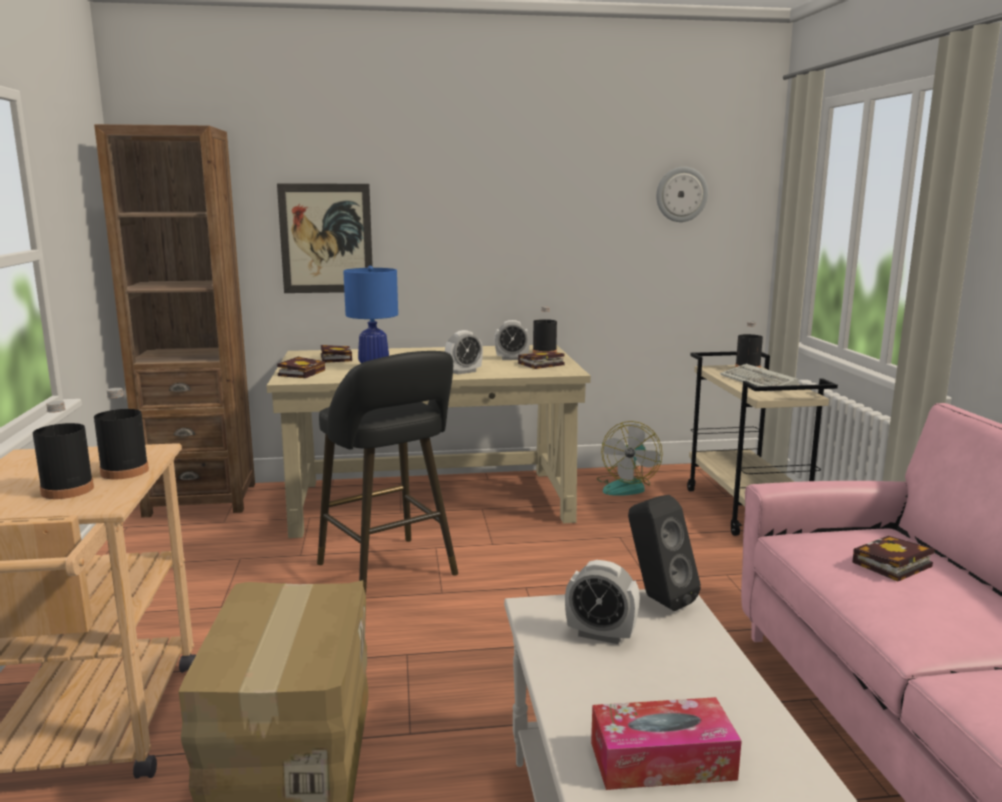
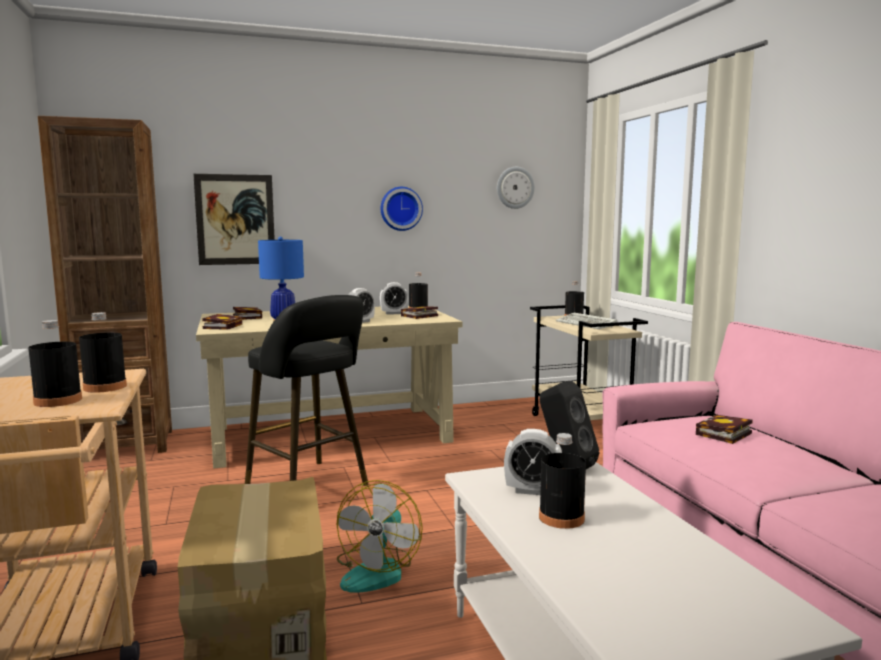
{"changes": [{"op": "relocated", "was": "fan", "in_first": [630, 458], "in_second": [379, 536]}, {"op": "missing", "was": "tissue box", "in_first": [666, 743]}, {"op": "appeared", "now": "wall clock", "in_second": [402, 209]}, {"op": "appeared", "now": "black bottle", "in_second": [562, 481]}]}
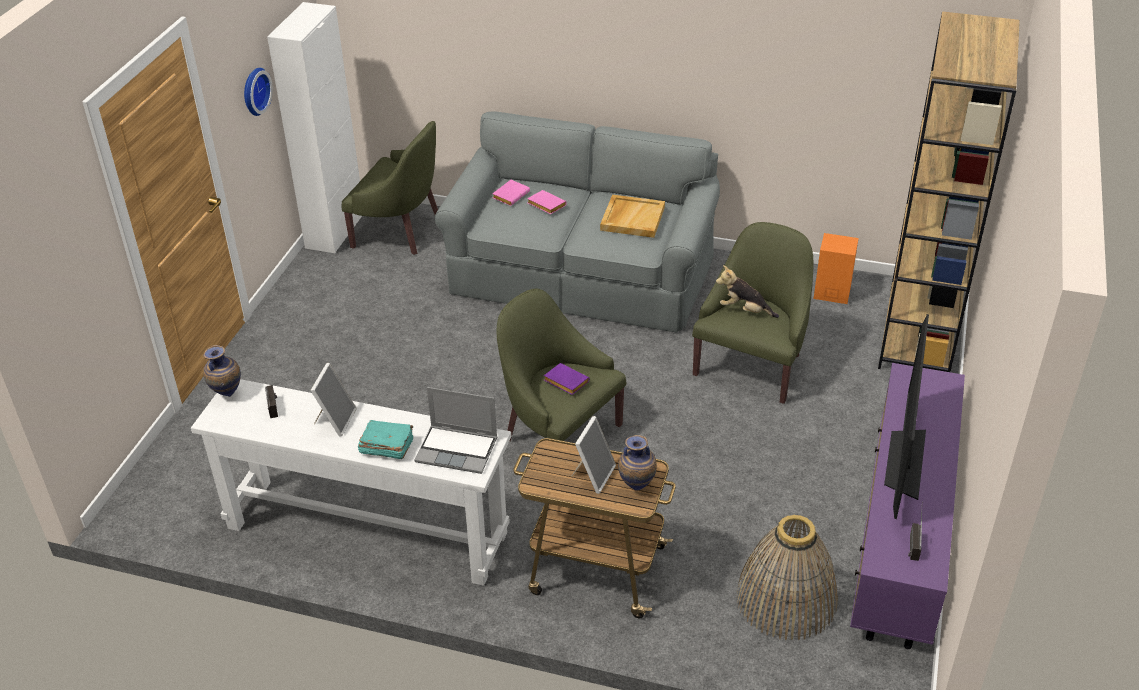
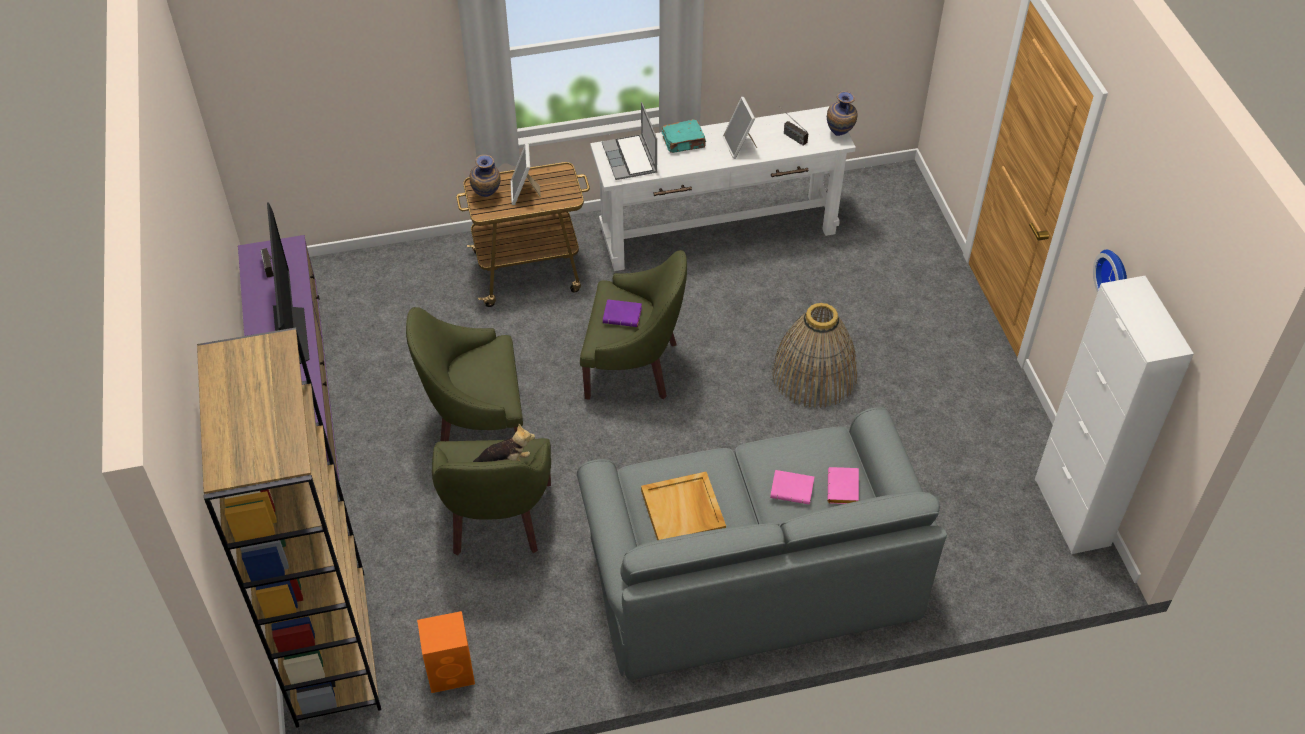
{"changes": [{"op": "relocated", "was": "green armchair", "in_first": [390, 188], "in_second": [464, 374]}, {"op": "spun", "was": "laptop", "in_first": [456, 430], "in_second": [629, 141], "clockwise": -90}, {"op": "relocated", "was": "basket", "in_first": [786, 577], "in_second": [814, 355]}]}
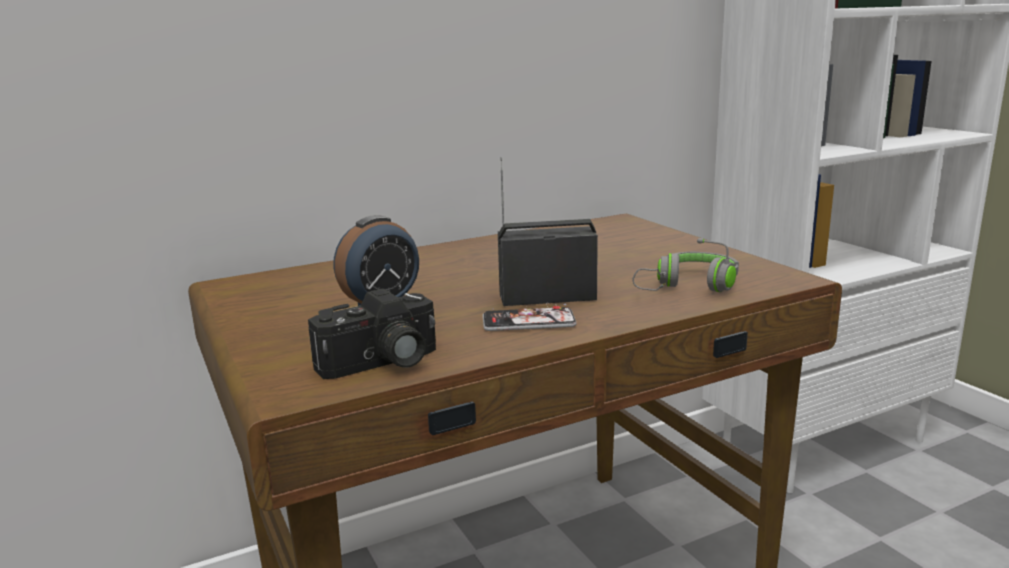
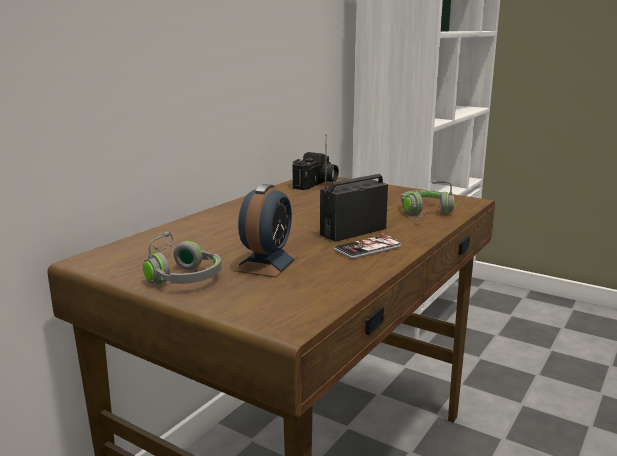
{"changes": [{"op": "relocated", "was": "photo camera", "in_first": [372, 334], "in_second": [315, 171]}, {"op": "appeared", "now": "grey headphones", "in_second": [182, 257]}]}
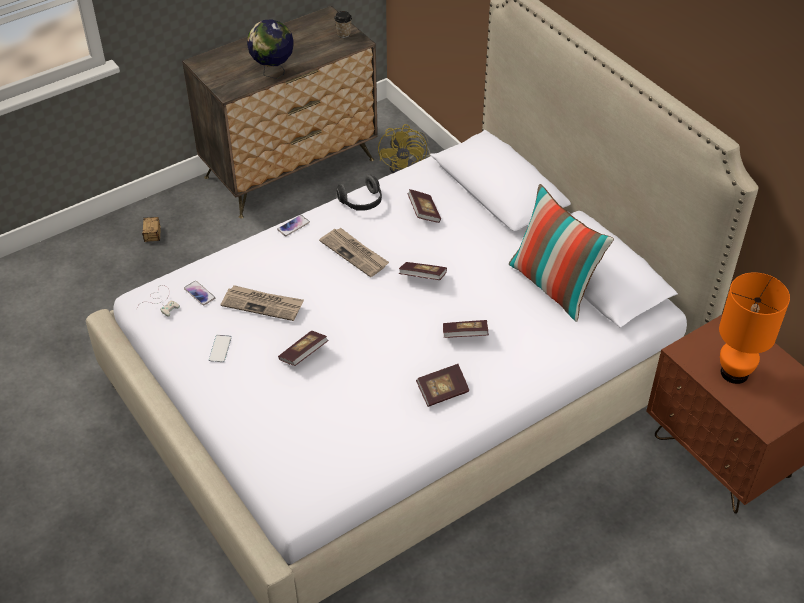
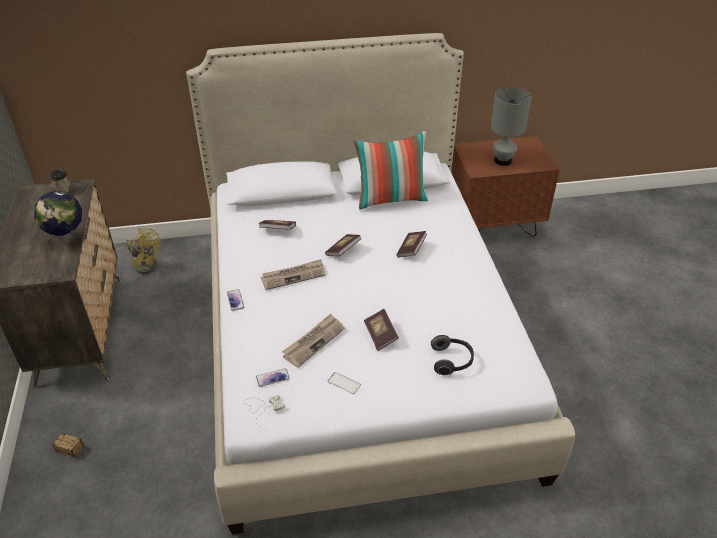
{"changes": [{"op": "relocated", "was": "headphones", "in_first": [359, 192], "in_second": [452, 355]}, {"op": "colour", "was": "orange table lamp", "now": "grey table lamp", "in_first": [754, 328], "in_second": [511, 126]}, {"op": "missing", "was": "book", "in_first": [442, 385]}]}
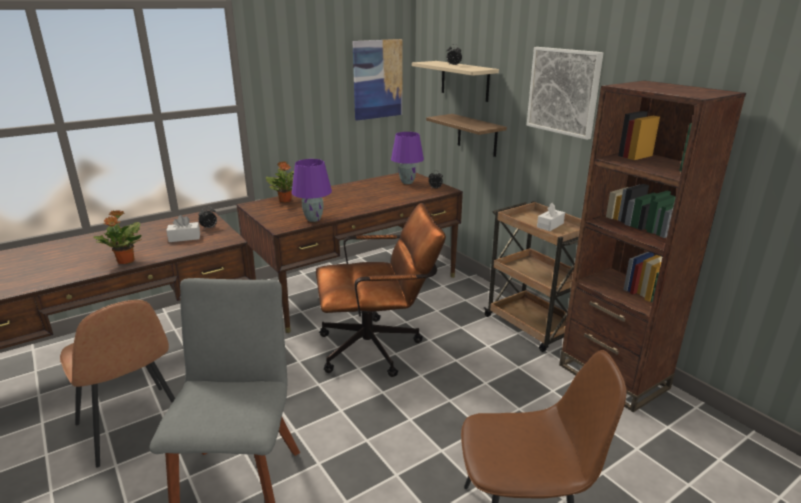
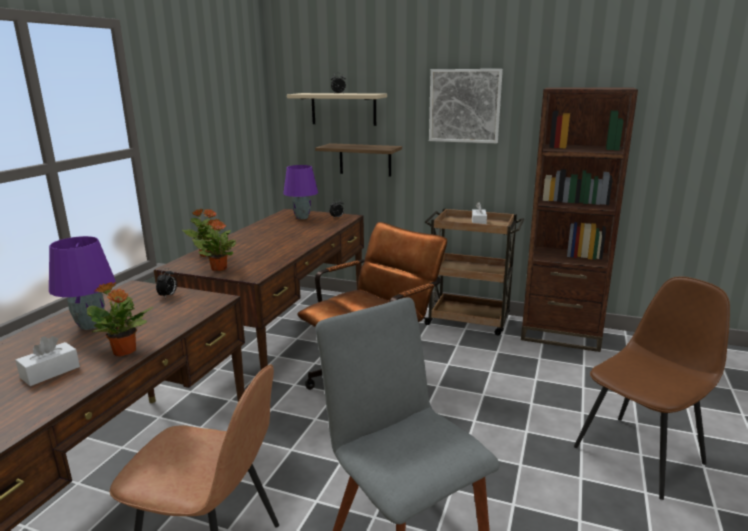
{"changes": [{"op": "missing", "was": "picture", "in_first": [377, 80]}, {"op": "relocated", "was": "purple table lamp", "in_first": [312, 190], "in_second": [82, 283]}, {"op": "relocated", "was": "white tissue box", "in_first": [183, 228], "in_second": [47, 361]}, {"op": "appeared", "now": "potted plant", "in_second": [214, 245]}]}
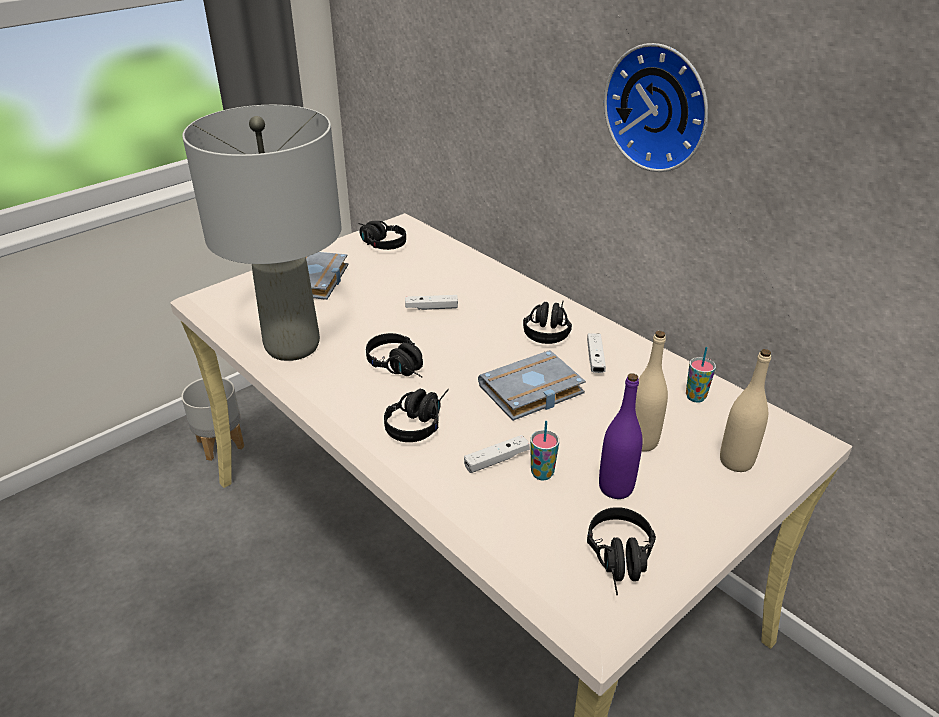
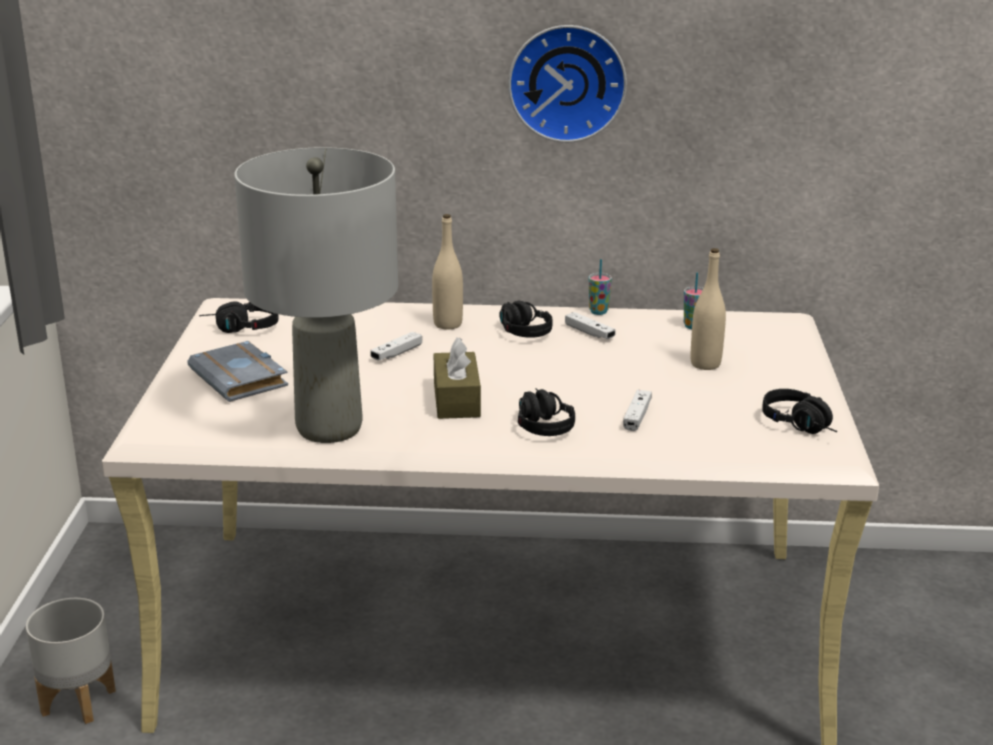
{"changes": [{"op": "exchanged", "was": "black headphones", "now": "brown tissue box", "in_first": [394, 355], "in_second": [457, 378]}, {"op": "relocated", "was": "beige bottle", "in_first": [745, 410], "in_second": [447, 272]}, {"op": "missing", "was": "grey book", "in_first": [532, 385]}, {"op": "missing", "was": "purple bottle", "in_first": [621, 436]}, {"op": "relocated", "was": "cup", "in_first": [544, 450], "in_second": [600, 287]}]}
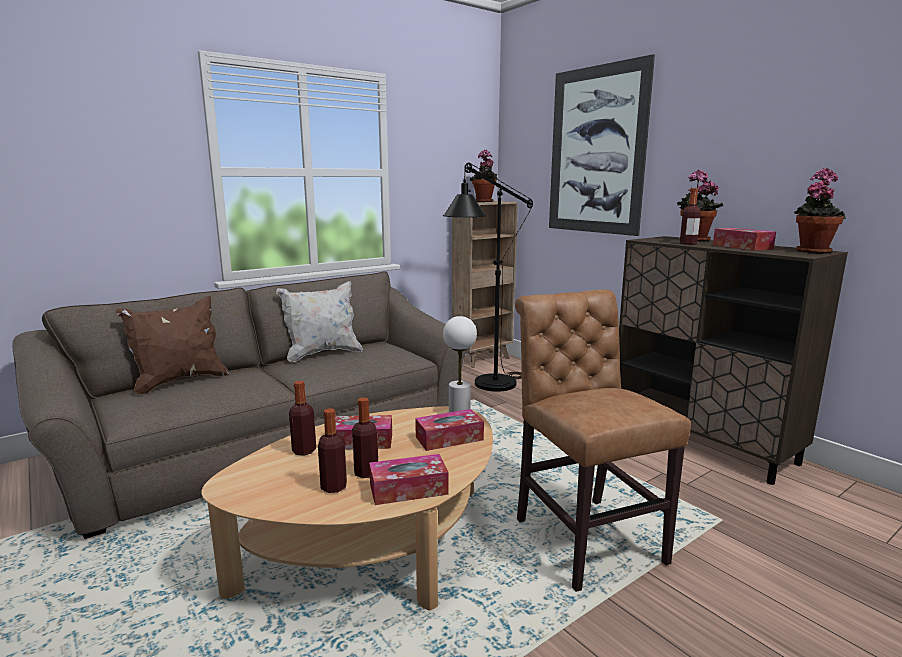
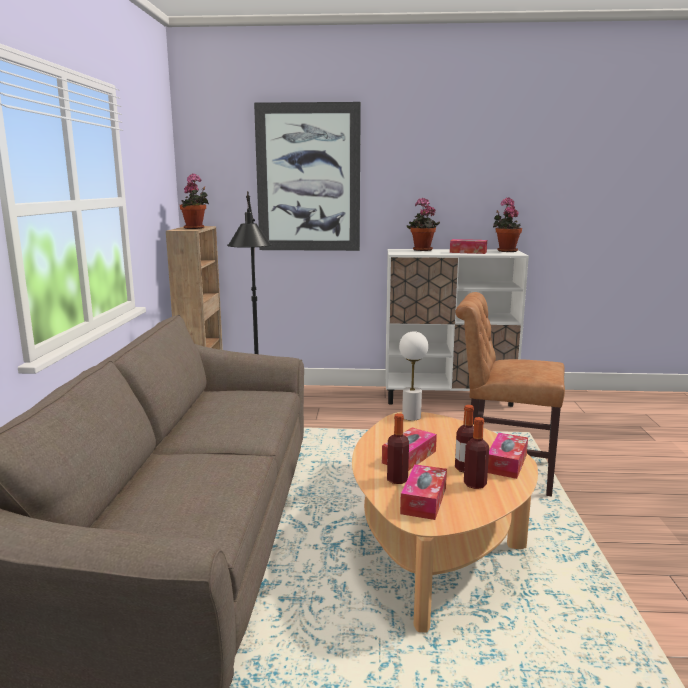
{"changes": [{"op": "missing", "was": "bottle", "in_first": [690, 216]}, {"op": "colour", "was": "brown cabinet", "now": "white cabinet", "in_first": [733, 360], "in_second": [457, 328]}, {"op": "missing", "was": "white pillow", "in_first": [319, 321]}, {"op": "missing", "was": "brown pillow", "in_first": [172, 345]}, {"op": "relocated", "was": "tissue box", "in_first": [449, 430], "in_second": [423, 492]}]}
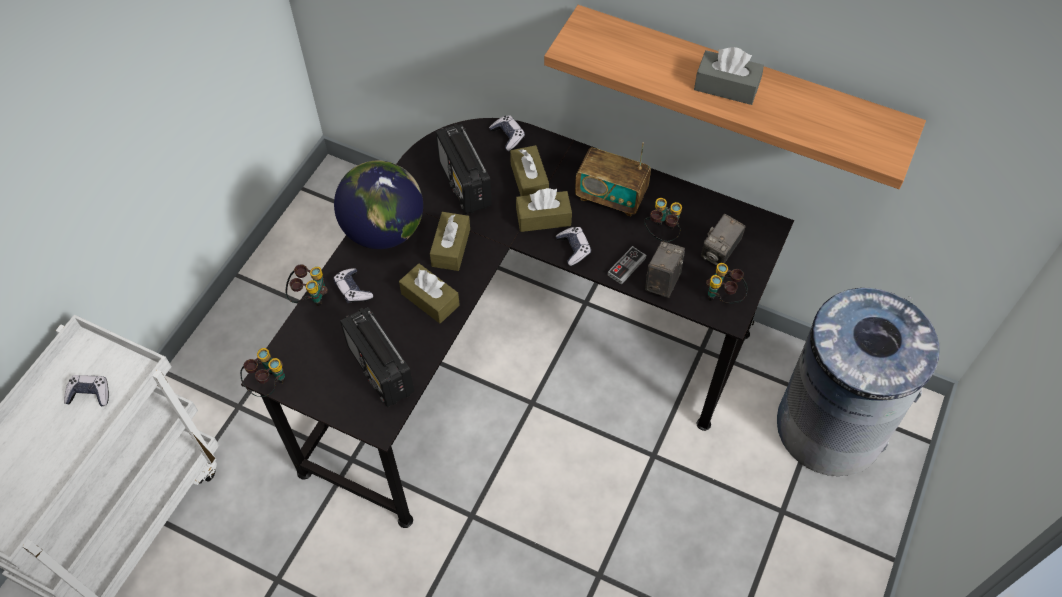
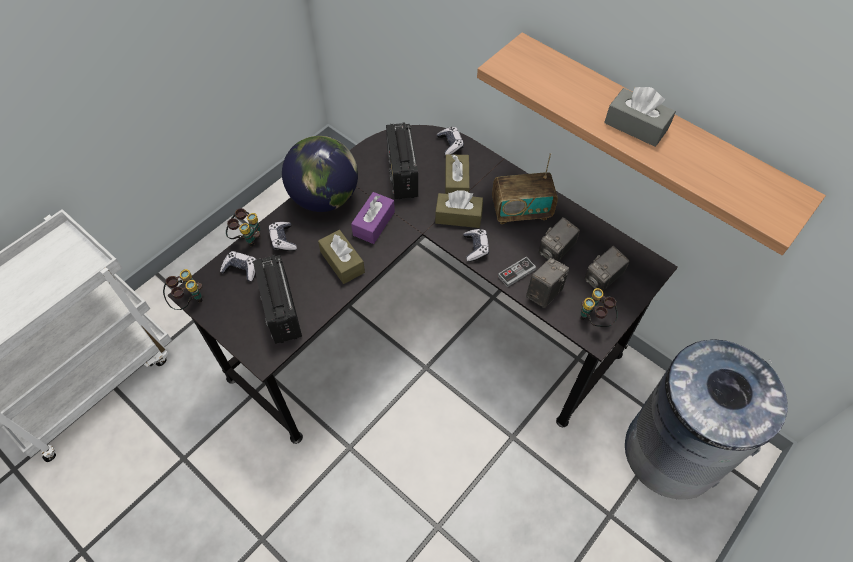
{"changes": [{"op": "spun", "was": "radio", "in_first": [613, 179], "in_second": [525, 188], "clockwise": -45}, {"op": "exchanged", "was": "binoculars", "now": "photo camera", "in_first": [663, 220], "in_second": [559, 239]}, {"op": "colour", "was": "brown tissue box", "now": "purple tissue box", "in_first": [450, 241], "in_second": [373, 218]}, {"op": "relocated", "was": "game controller", "in_first": [86, 390], "in_second": [238, 266]}]}
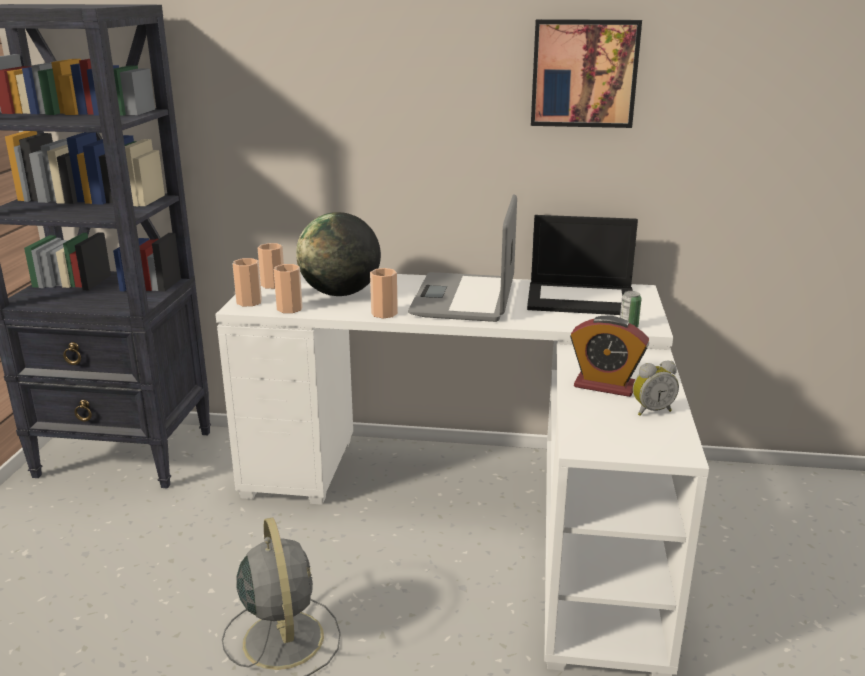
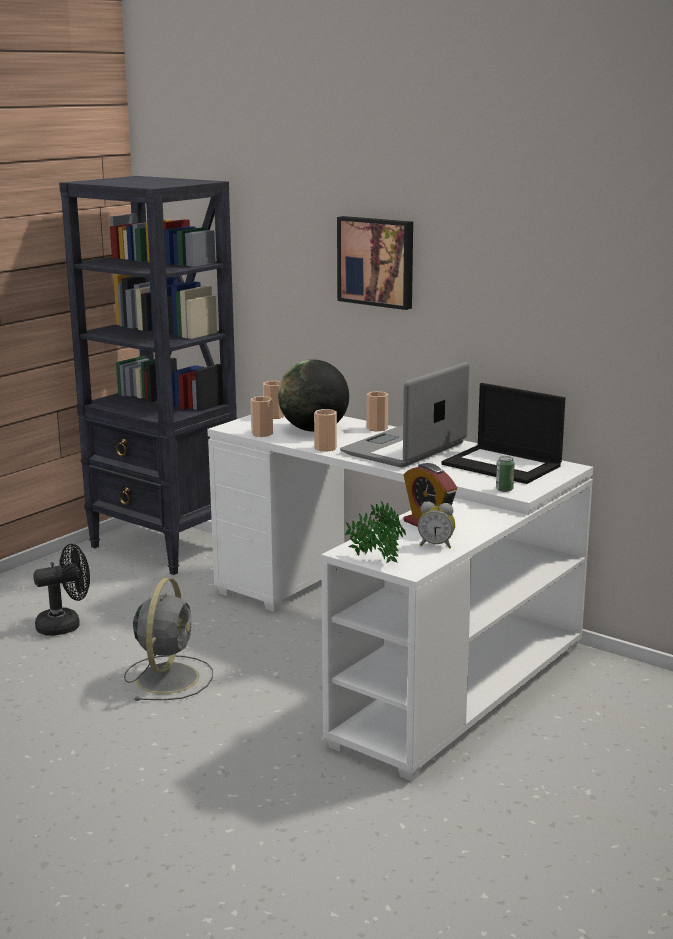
{"changes": [{"op": "relocated", "was": "picture", "in_first": [586, 73], "in_second": [375, 263]}, {"op": "relocated", "was": "cup", "in_first": [247, 282], "in_second": [377, 411]}, {"op": "appeared", "now": "potted plant", "in_second": [375, 532]}, {"op": "appeared", "now": "black fan", "in_second": [61, 590]}]}
